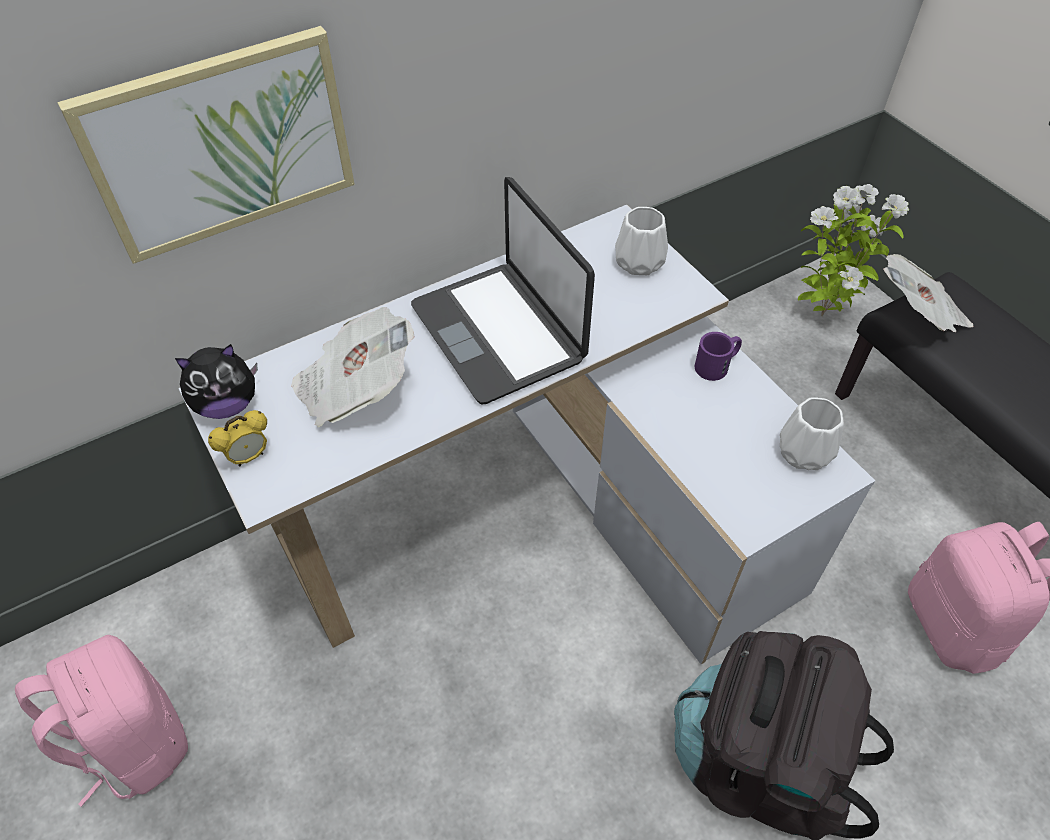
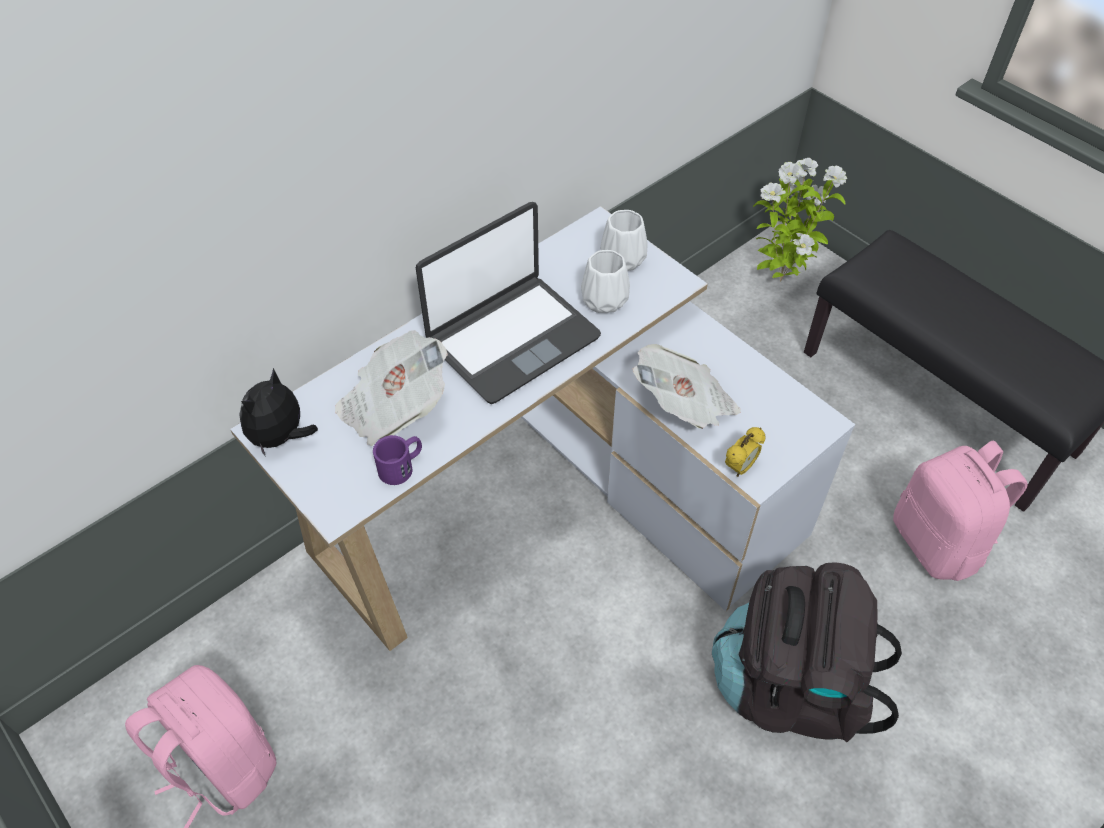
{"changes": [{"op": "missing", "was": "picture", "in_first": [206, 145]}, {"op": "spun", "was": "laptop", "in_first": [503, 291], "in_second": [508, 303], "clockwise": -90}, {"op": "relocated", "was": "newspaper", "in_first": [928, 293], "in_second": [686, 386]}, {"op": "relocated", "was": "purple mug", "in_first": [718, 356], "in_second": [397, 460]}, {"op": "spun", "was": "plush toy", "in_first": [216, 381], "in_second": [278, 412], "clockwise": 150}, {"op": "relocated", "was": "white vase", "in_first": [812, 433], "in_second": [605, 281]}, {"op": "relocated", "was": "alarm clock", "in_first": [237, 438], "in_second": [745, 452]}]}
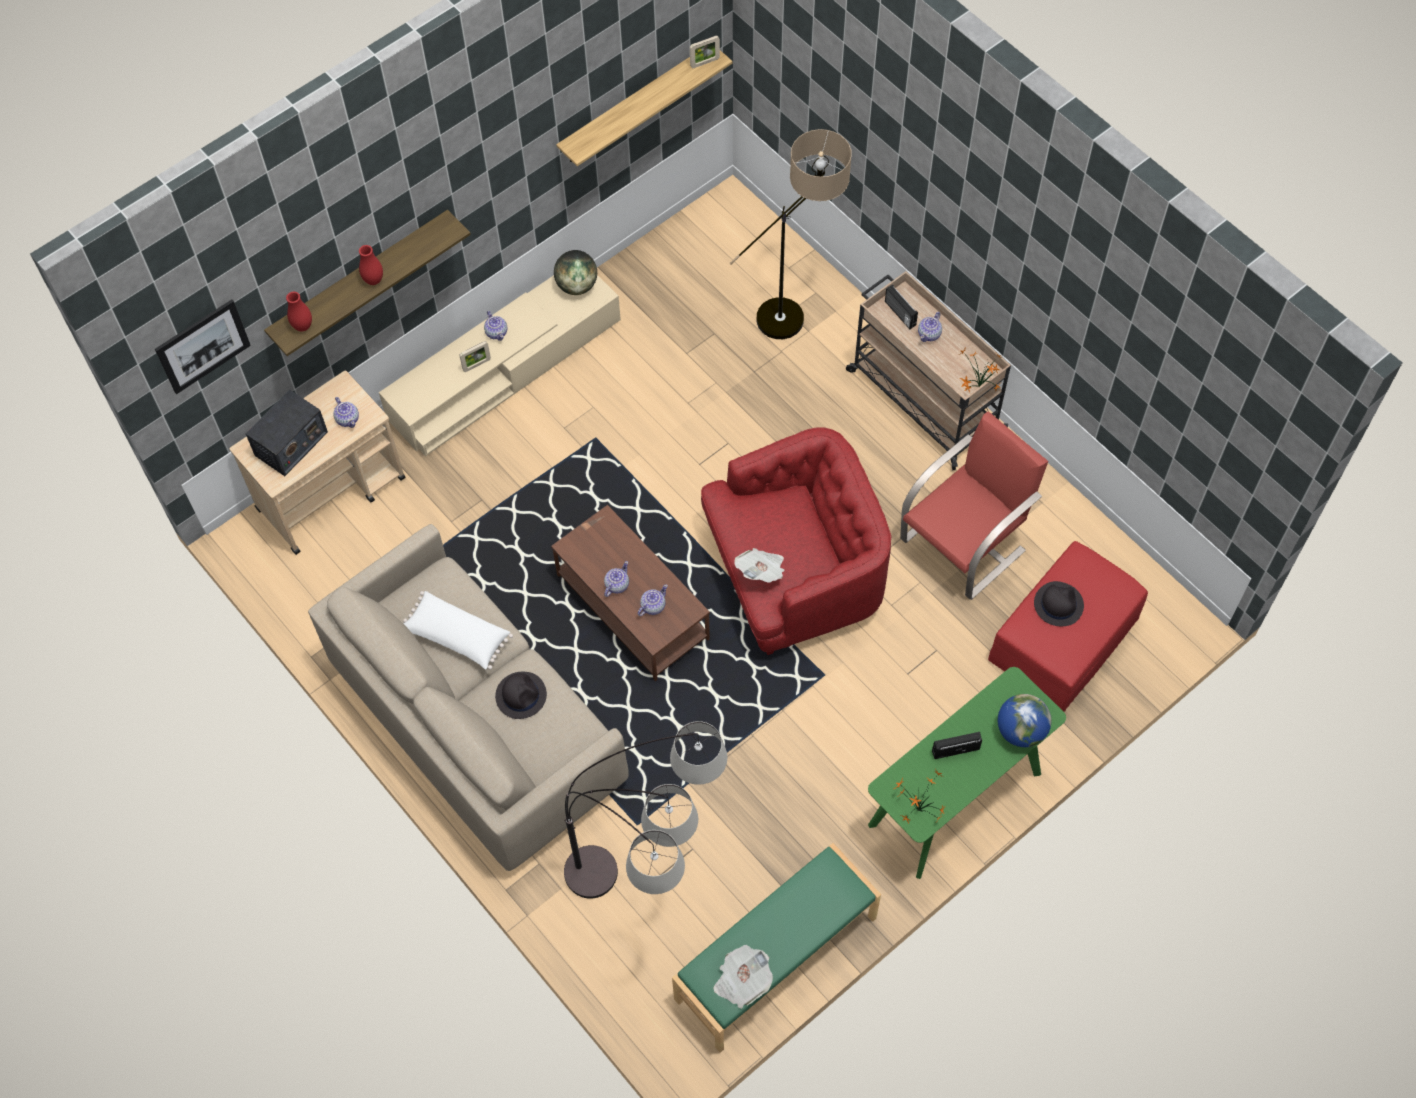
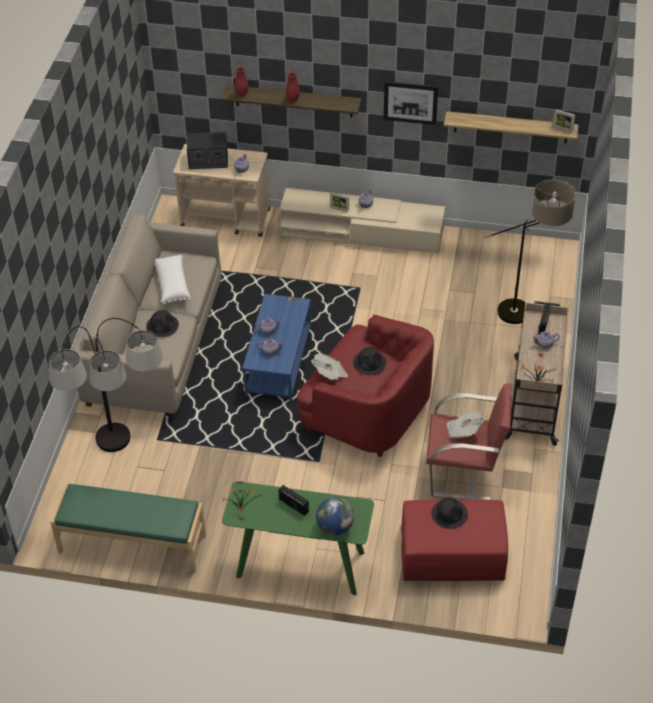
{"changes": [{"op": "missing", "was": "globe", "in_first": [575, 272]}, {"op": "relocated", "was": "picture", "in_first": [203, 346], "in_second": [411, 103]}, {"op": "colour", "was": "brown coffee table", "now": "blue coffee table", "in_first": [630, 593], "in_second": [276, 348]}, {"op": "relocated", "was": "newspaper", "in_first": [743, 977], "in_second": [465, 424]}, {"op": "appeared", "now": "black hat", "in_second": [369, 361]}]}
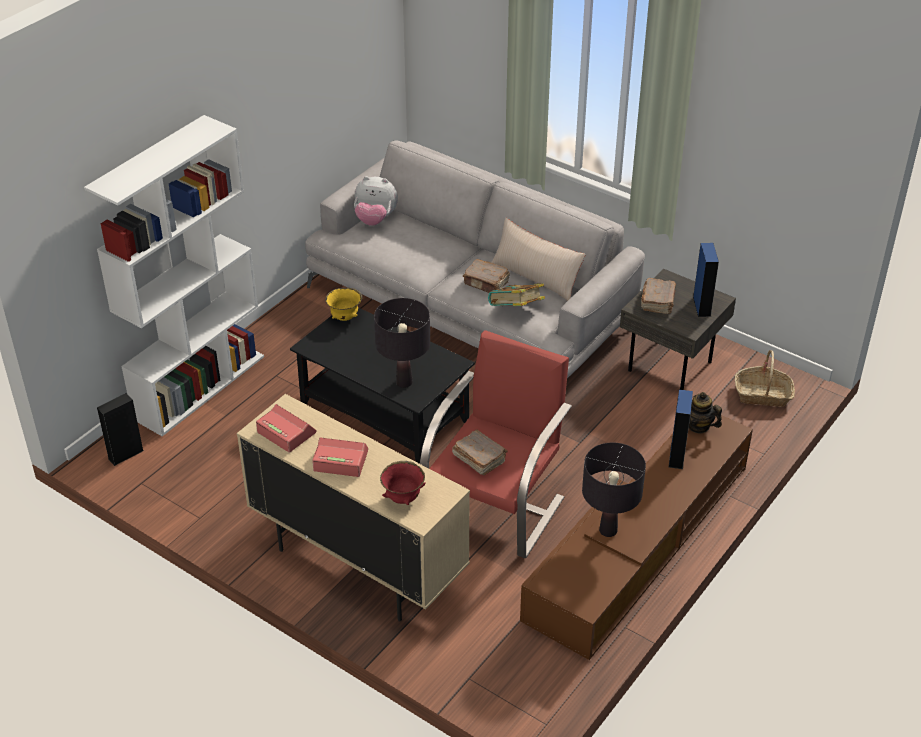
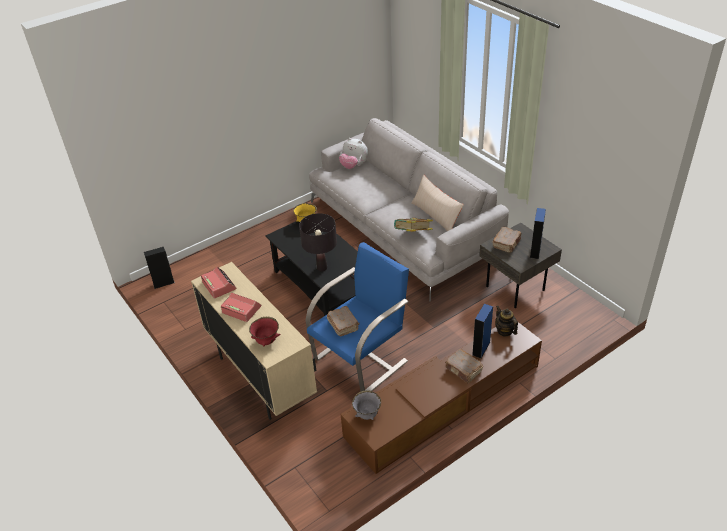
{"changes": [{"op": "missing", "was": "white bookcase", "in_first": [174, 275]}, {"op": "relocated", "was": "brown book", "in_first": [486, 276], "in_second": [464, 366]}, {"op": "colour", "was": "red armchair", "now": "blue armchair", "in_first": [496, 444], "in_second": [357, 316]}, {"op": "missing", "was": "basket", "in_first": [765, 378]}, {"op": "missing", "was": "black table lamp", "in_first": [614, 489]}, {"op": "appeared", "now": "grey bowl", "in_second": [366, 405]}]}
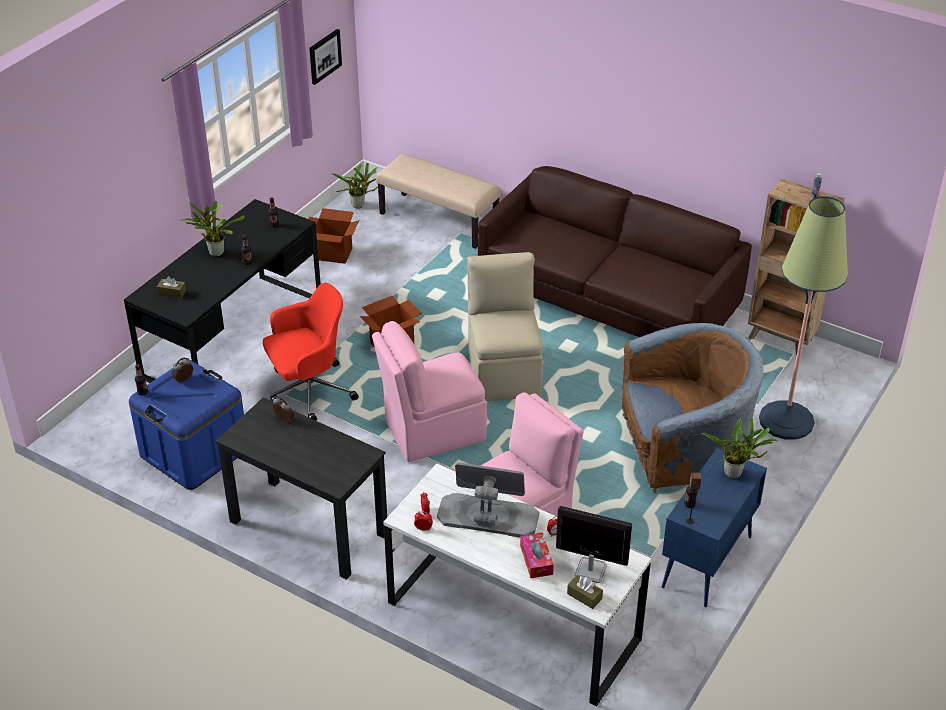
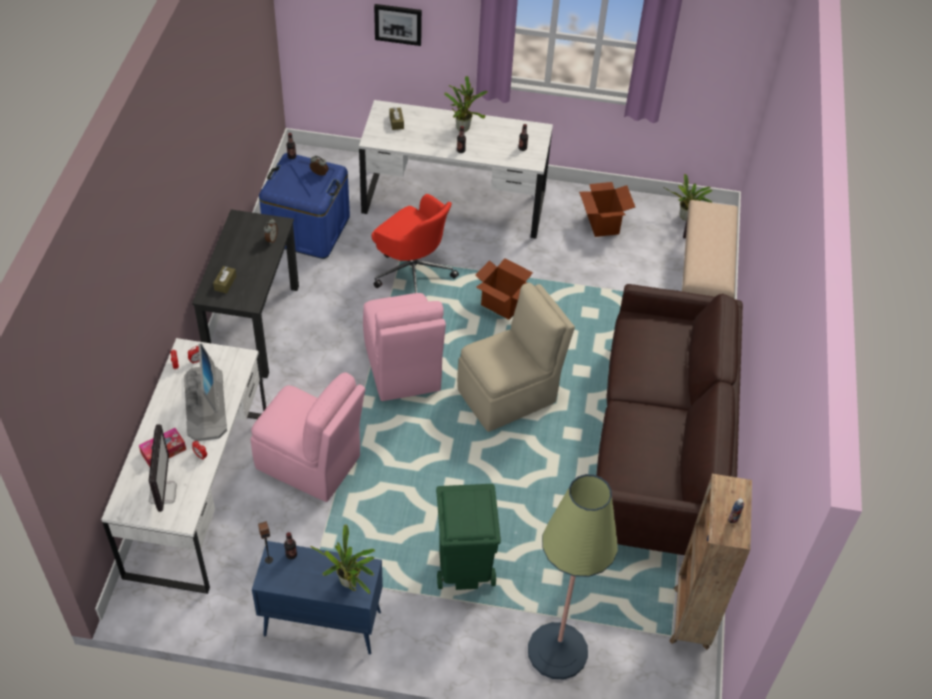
{"changes": [{"op": "relocated", "was": "picture", "in_first": [325, 57], "in_second": [398, 25]}, {"op": "colour", "was": "black desk", "now": "white desk", "in_first": [222, 291], "in_second": [456, 169]}, {"op": "spun", "was": "pink chair", "in_first": [429, 391], "in_second": [404, 347], "clockwise": -150}, {"op": "exchanged", "was": "brown armchair", "now": "green trash can", "in_first": [692, 408], "in_second": [468, 537]}, {"op": "relocated", "was": "brown tissue box", "in_first": [585, 592], "in_second": [224, 280]}]}
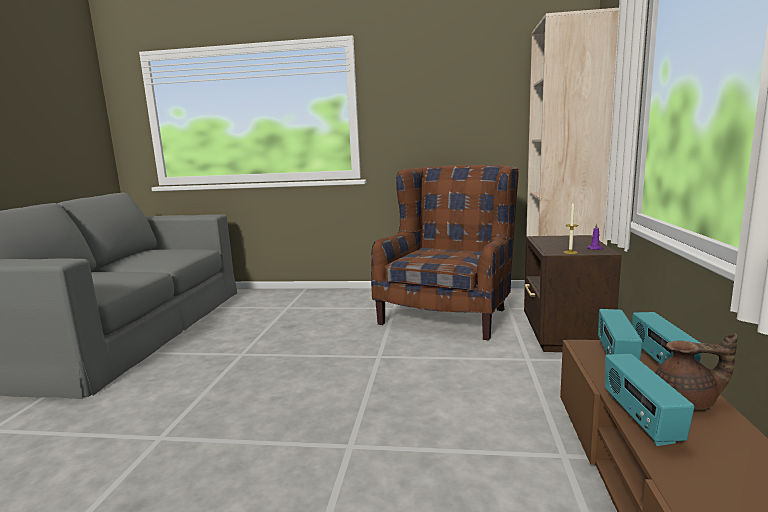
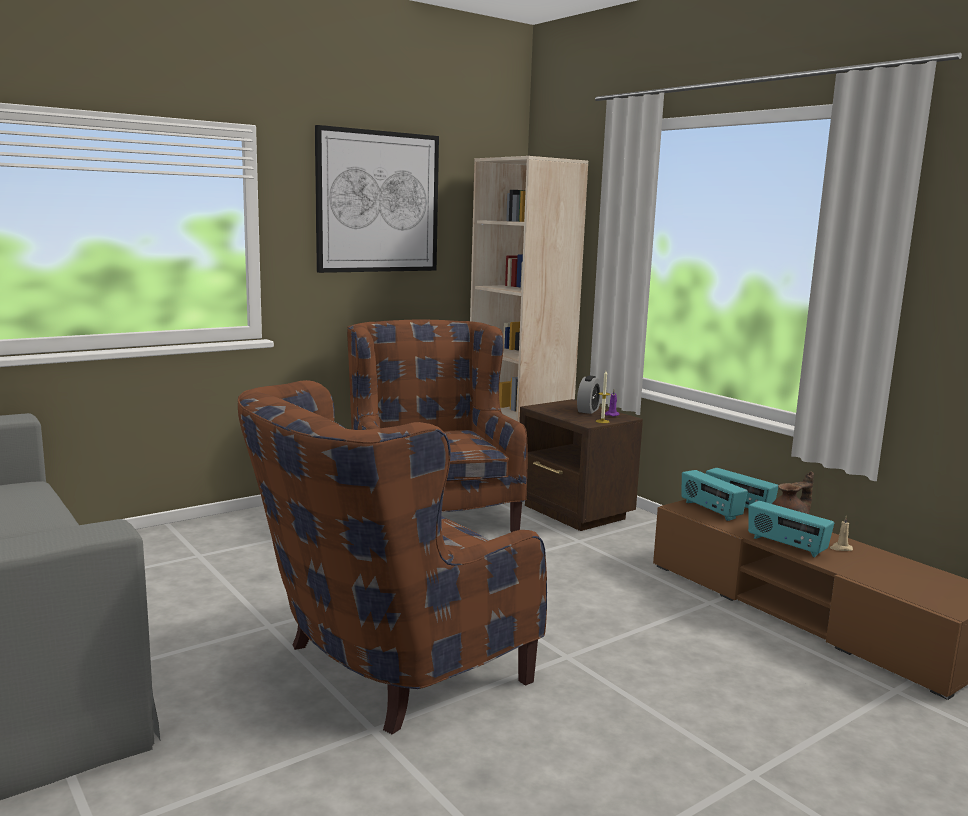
{"changes": [{"op": "appeared", "now": "picture", "in_second": [377, 199]}, {"op": "appeared", "now": "alarm clock", "in_second": [589, 395]}, {"op": "appeared", "now": "brown armchair", "in_second": [392, 557]}, {"op": "appeared", "now": "beige candle", "in_second": [841, 533]}]}
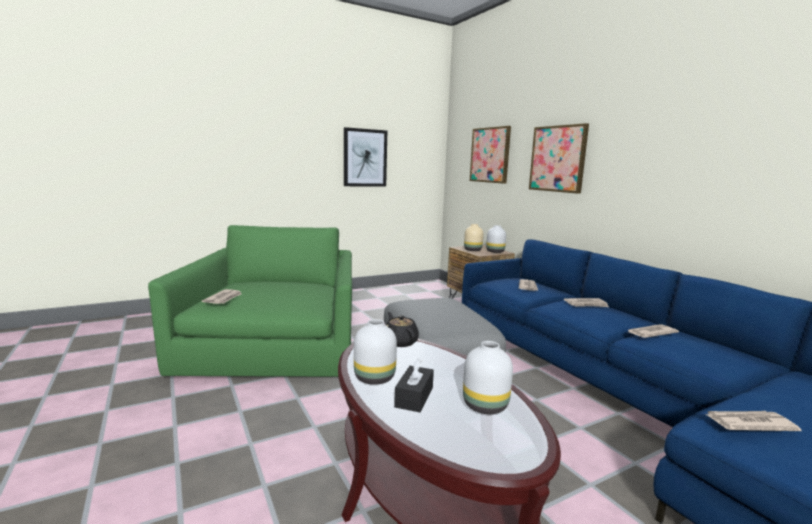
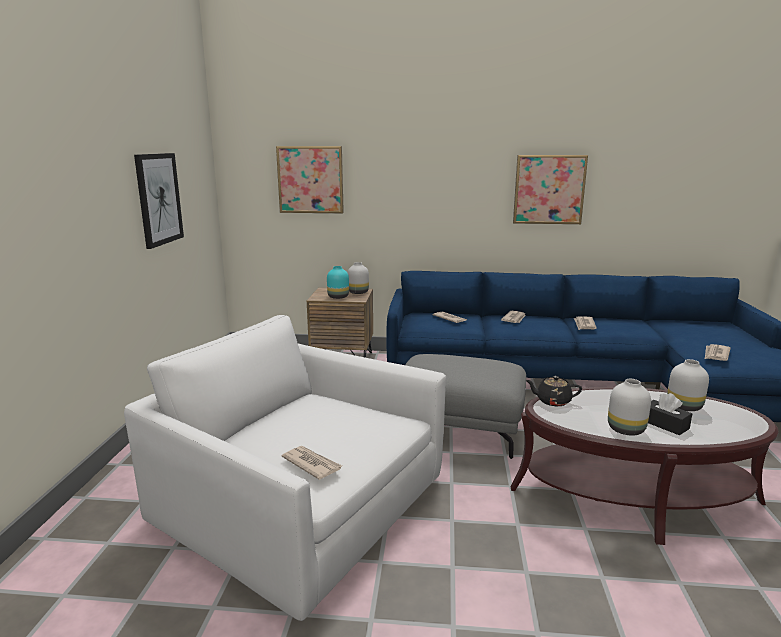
{"changes": [{"op": "relocated", "was": "picture", "in_first": [559, 158], "in_second": [550, 189]}, {"op": "colour", "was": "beige vase", "now": "turquoise vase", "in_first": [473, 237], "in_second": [338, 282]}, {"op": "colour", "was": "green armchair", "now": "white armchair", "in_first": [250, 301], "in_second": [285, 468]}]}
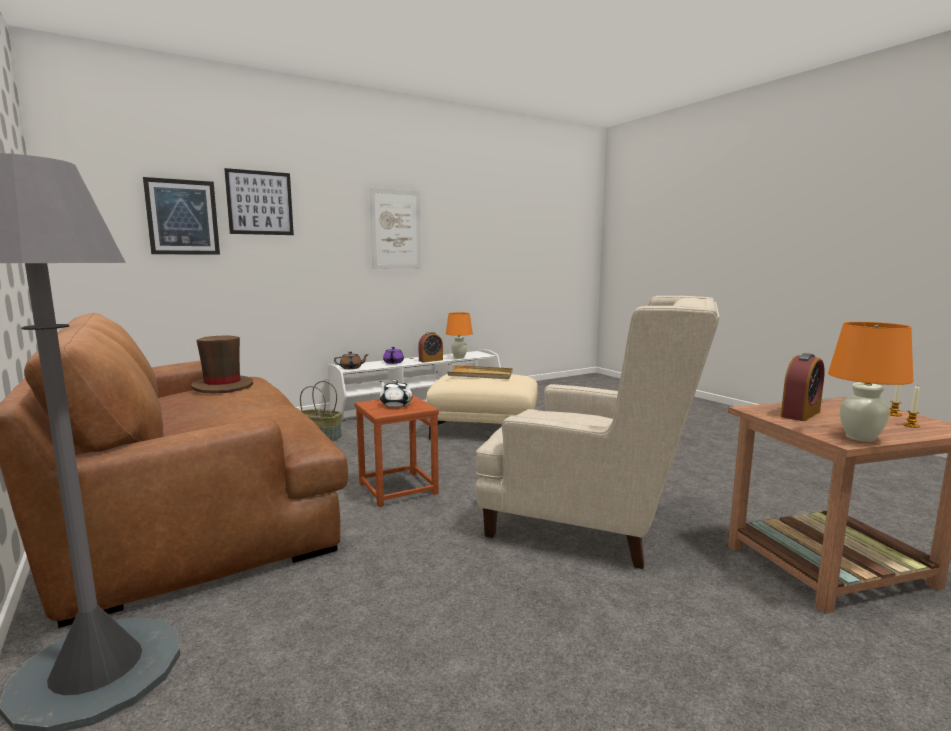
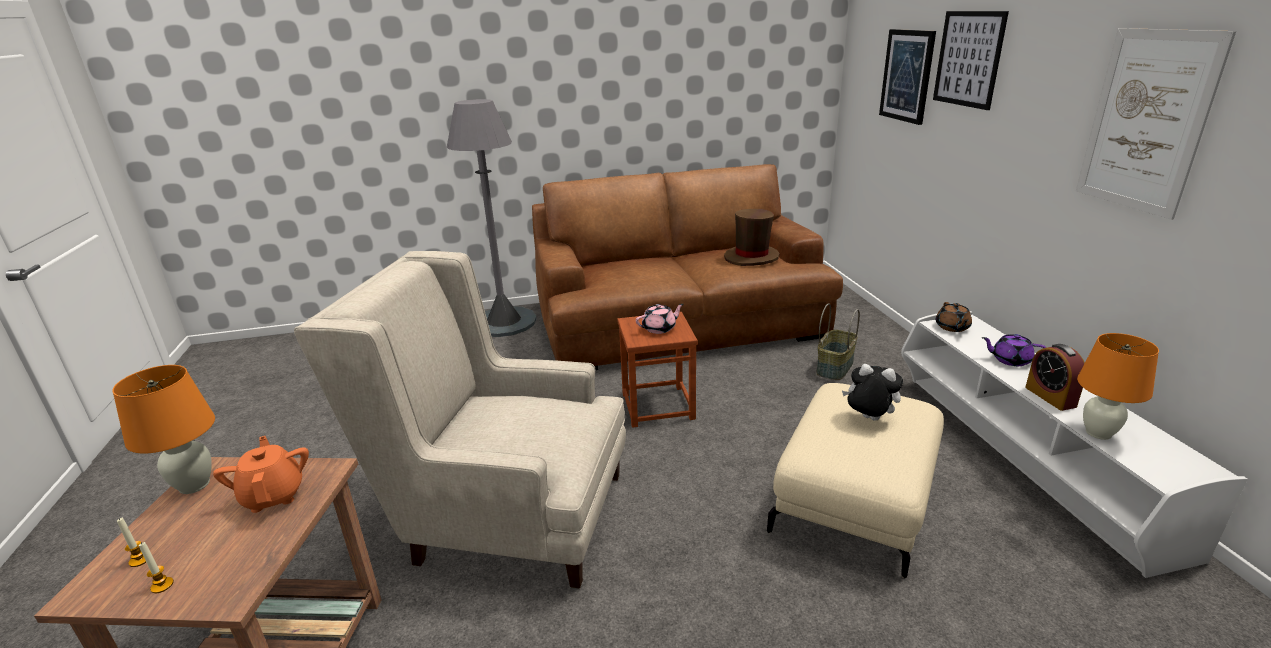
{"changes": [{"op": "spun", "was": "beige armchair", "in_first": [598, 432], "in_second": [460, 419], "clockwise": 60}, {"op": "exchanged", "was": "alarm clock", "now": "orange teapot", "in_first": [803, 387], "in_second": [261, 474]}, {"op": "exchanged", "was": "beige tray", "now": "plush toy", "in_first": [480, 372], "in_second": [872, 392]}, {"op": "colour", "was": "white teapot", "now": "pink teapot", "in_first": [395, 393], "in_second": [660, 319]}]}
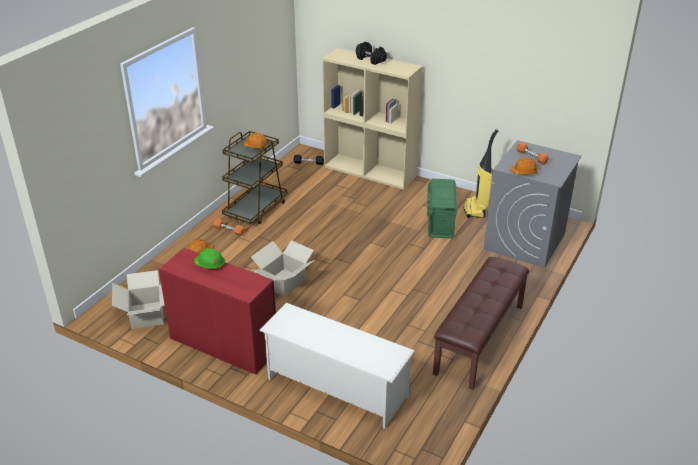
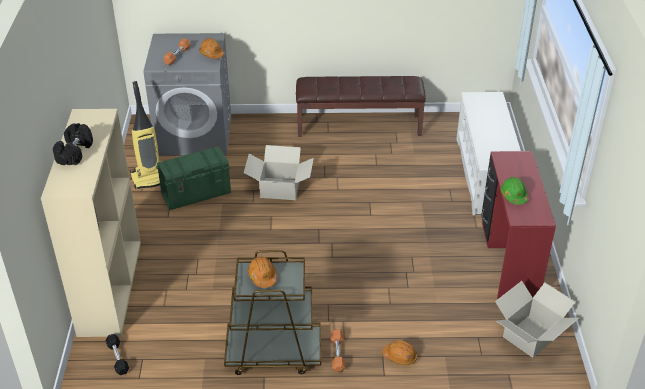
{"changes": [{"op": "relocated", "was": "cardboard box", "in_first": [283, 268], "in_second": [279, 172]}]}
